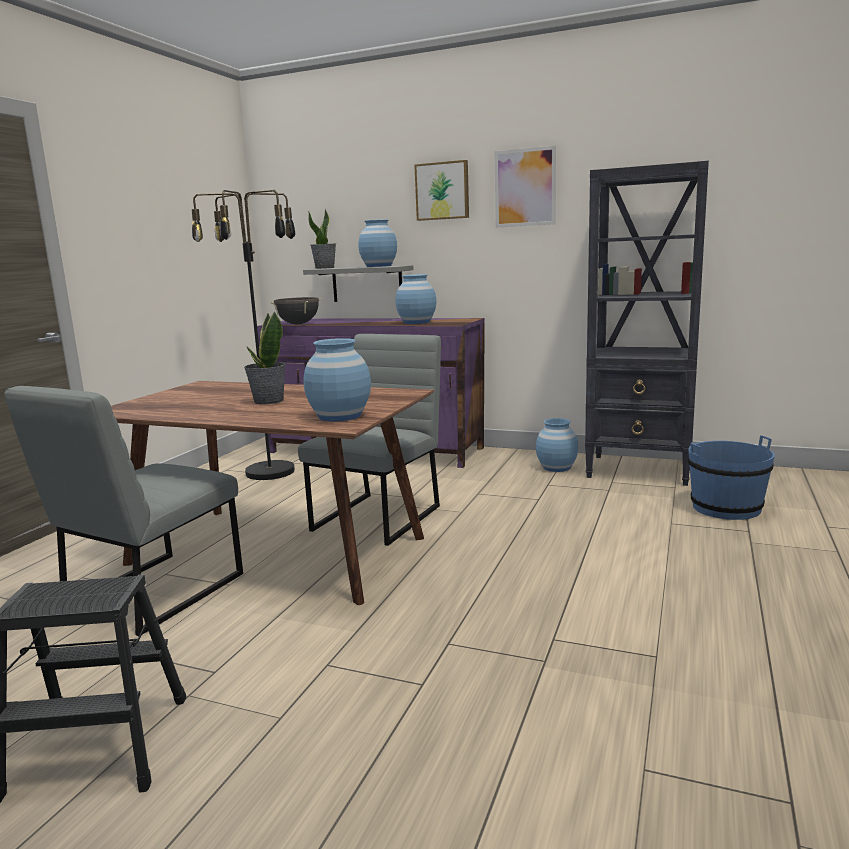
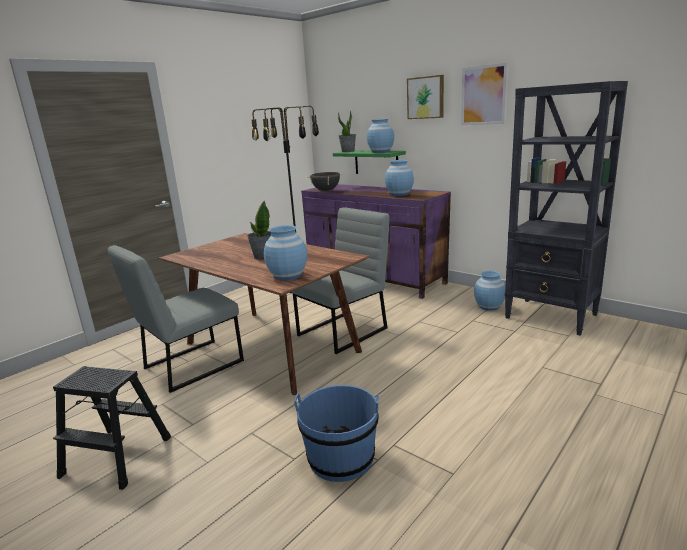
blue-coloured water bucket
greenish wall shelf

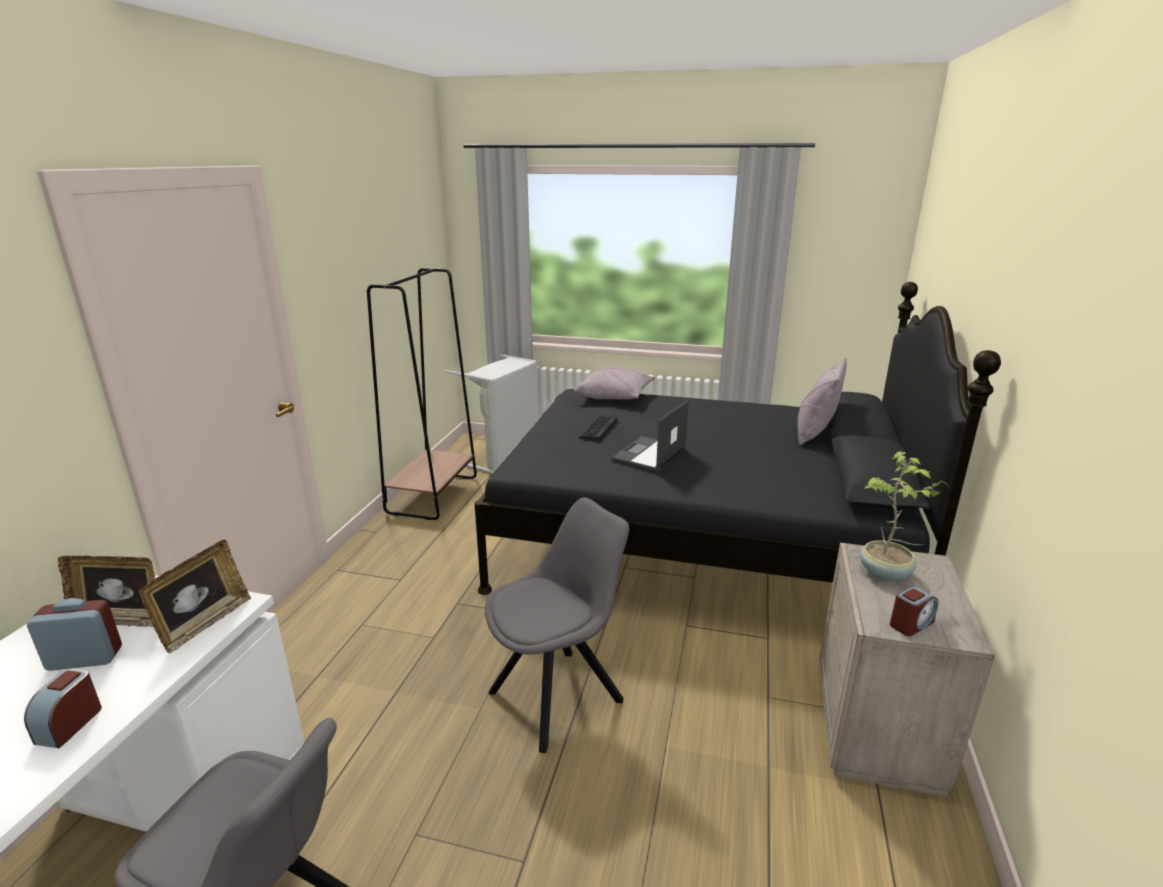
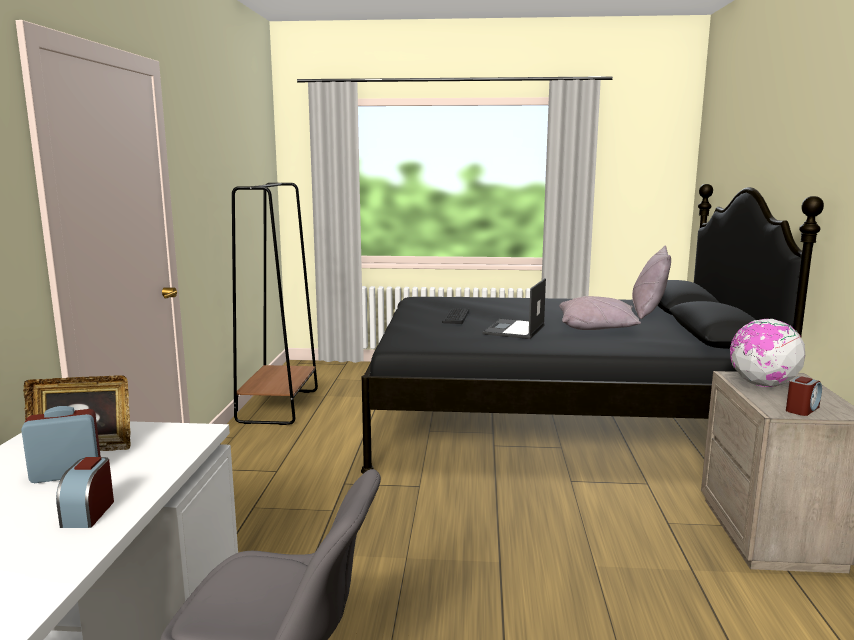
purplish throw pillow (no. 1 from left)
desk globe
photo frame (no. 2 from left in the first image)
greyish laundry basket
greyish chair (no. 2 from left in the first image)

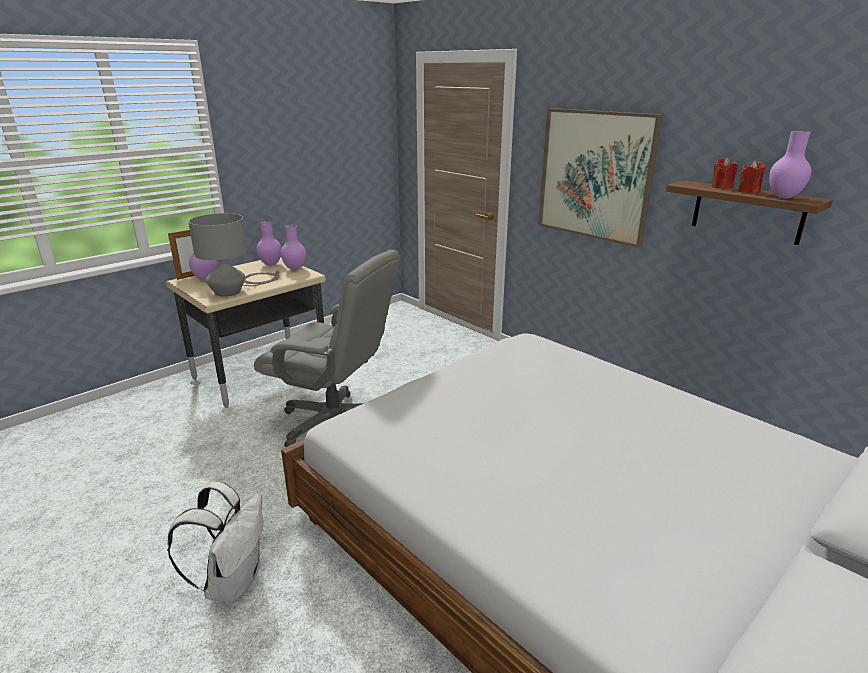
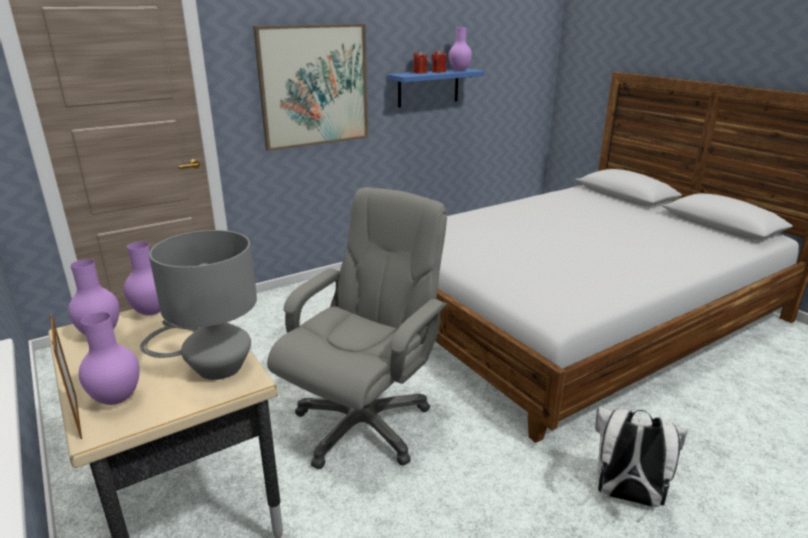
blue-coloured wall shelf

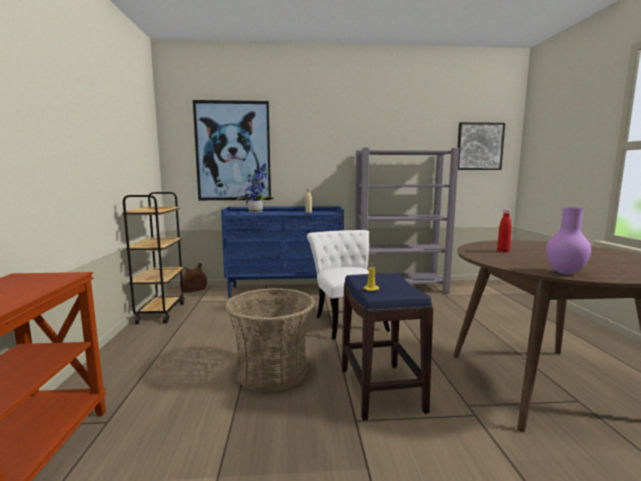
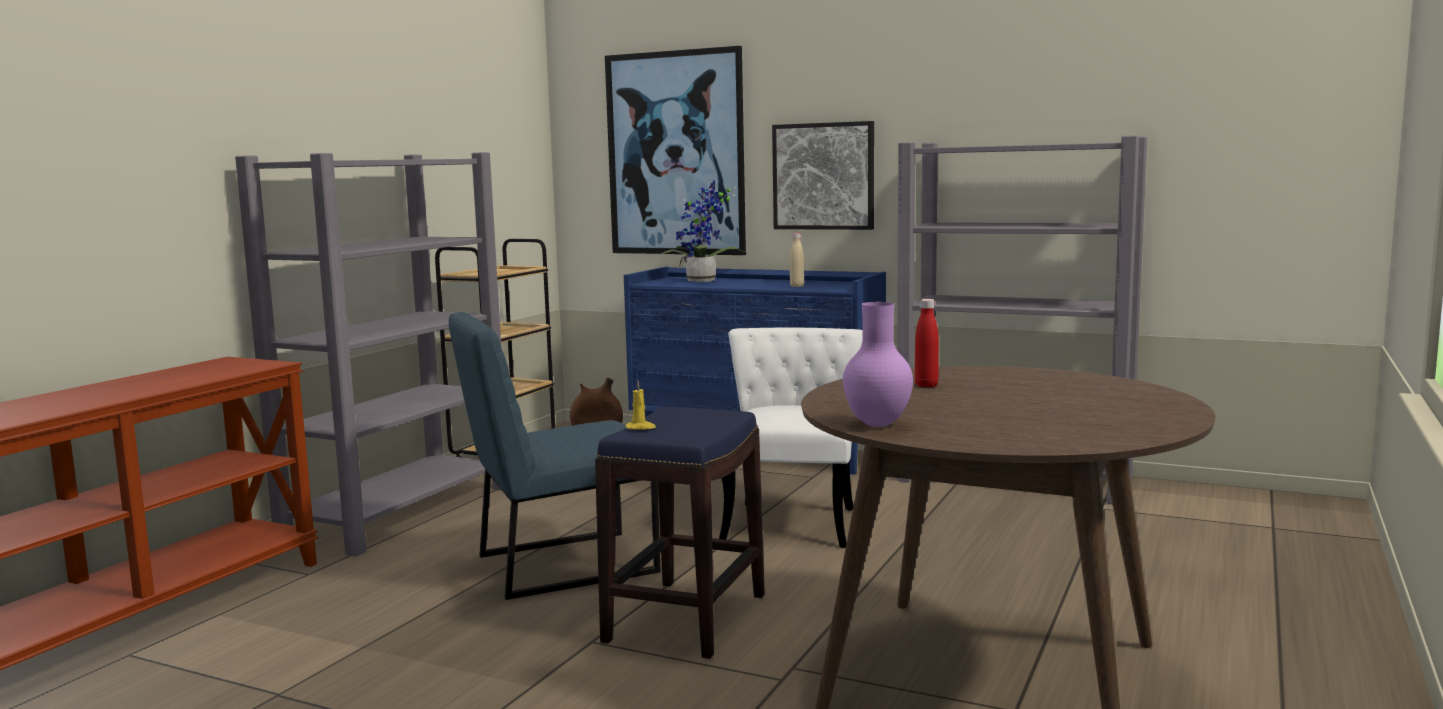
greyish shelving unit (no. 1 from left)
blue-coloured chair
wall art (no. 2 from left)

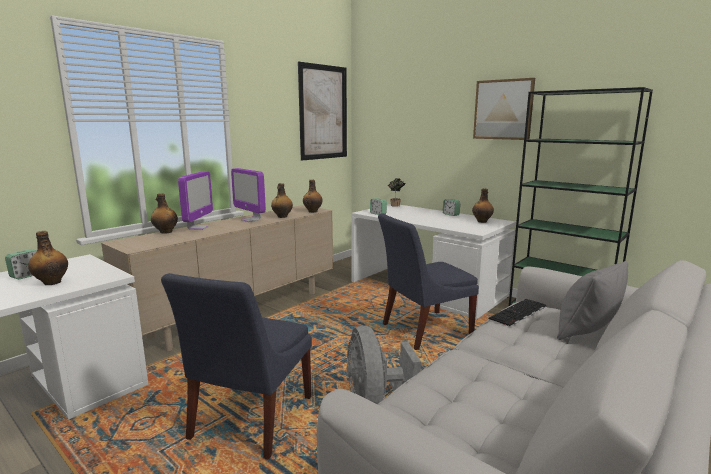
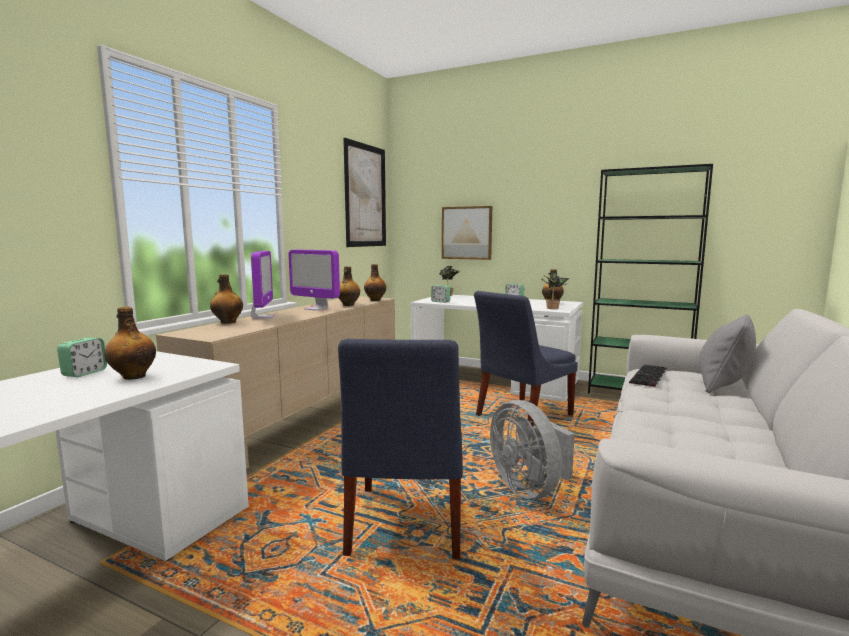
wall art (no. 2 from left)
plant in a pot (no. 2 from left)

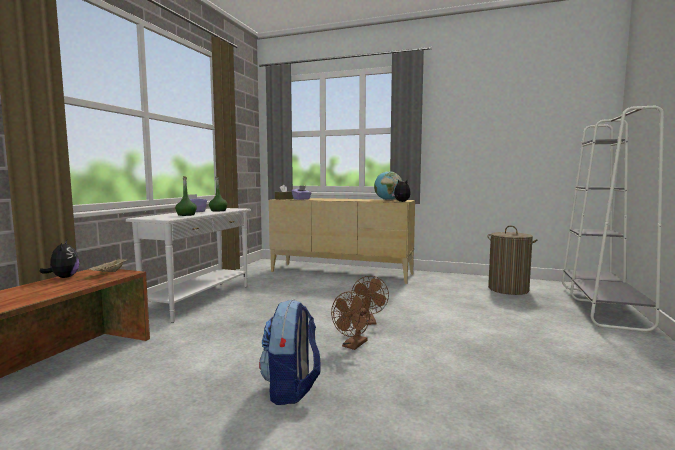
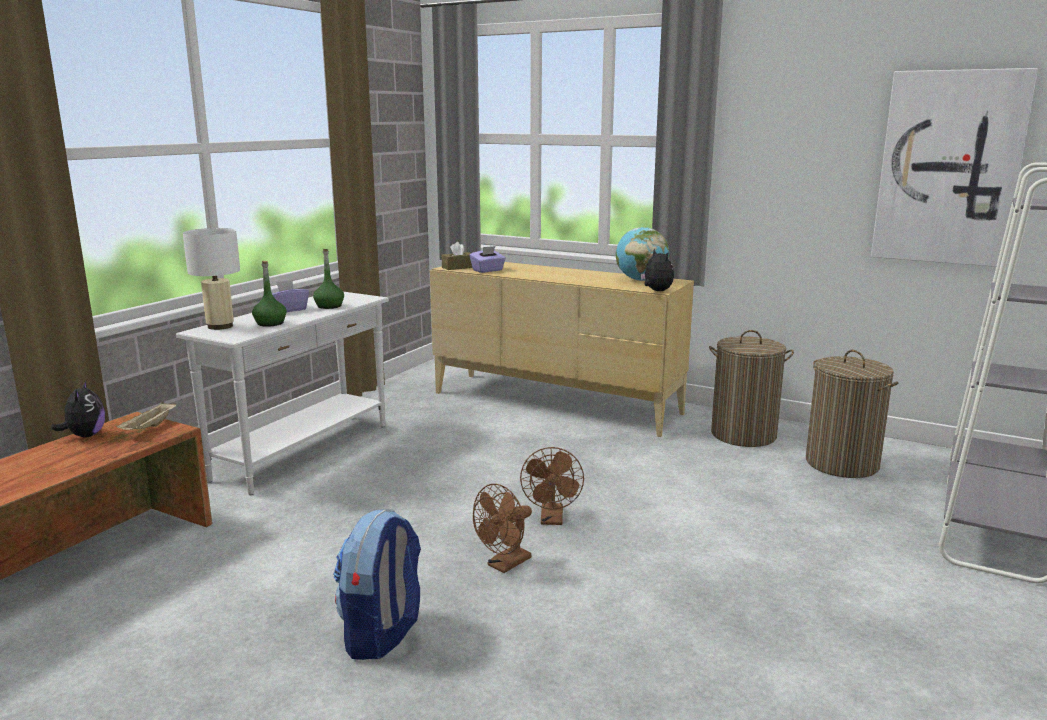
white-coloured table lamp
laundry basket (no. 1 from left)
wall art

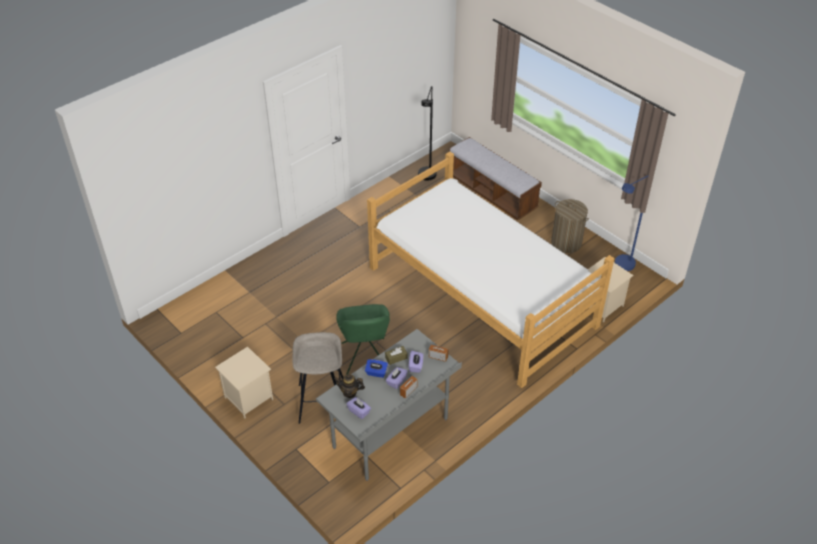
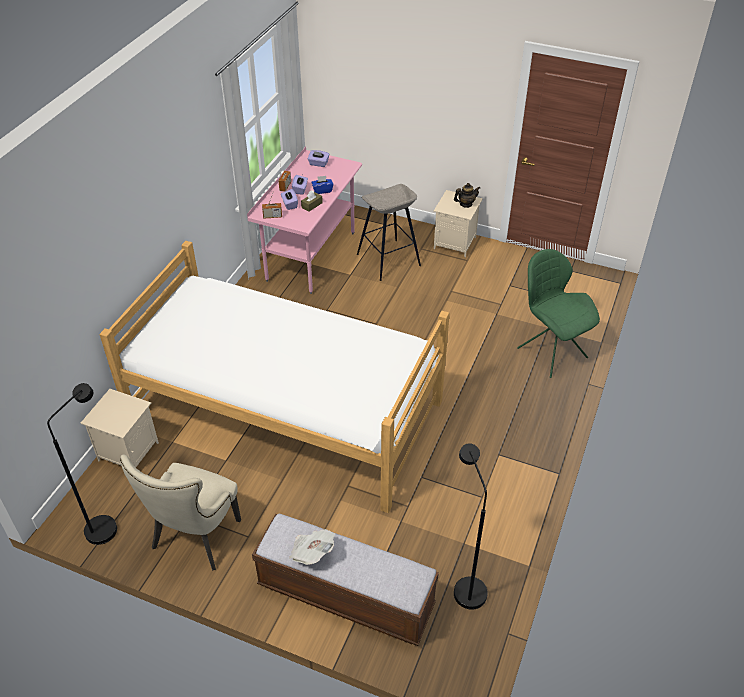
black standing lamp (no. 1 from left)
beige chair
pink-coloured desk unit
daily paper
tea pot
greenish chair

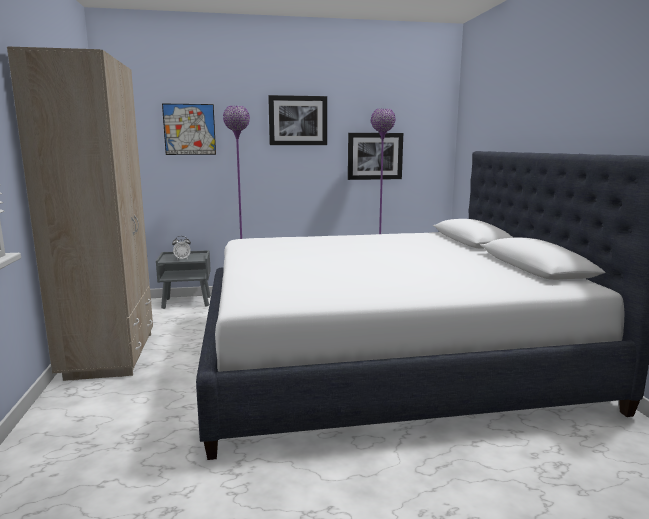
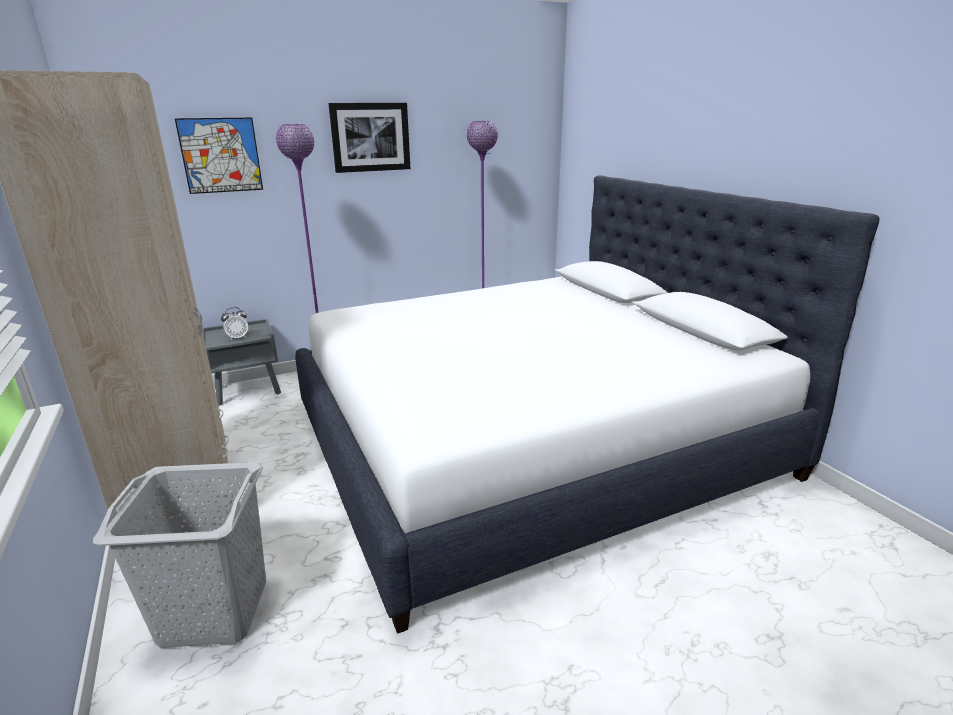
greyish laundry basket
wall art (no. 3 from left in the first image)

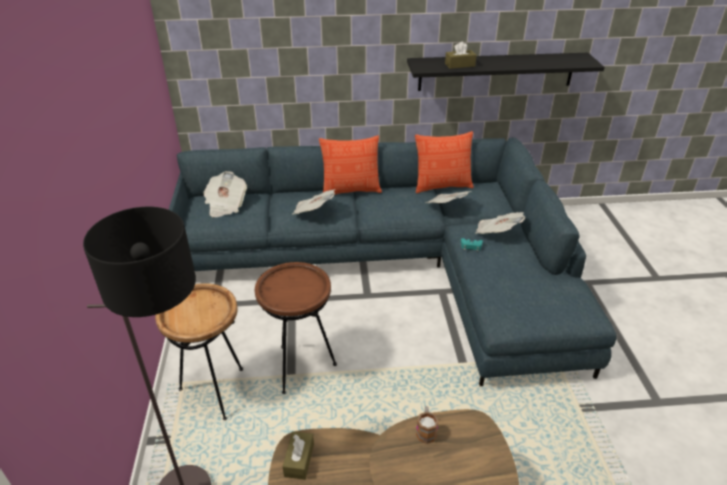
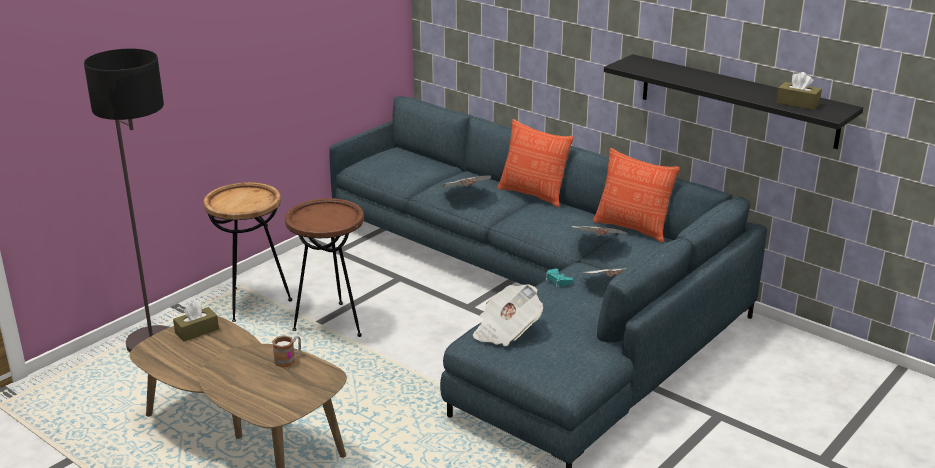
daily paper (no. 2 from left)
brown-coloured box of tissues (no. 2 from left)

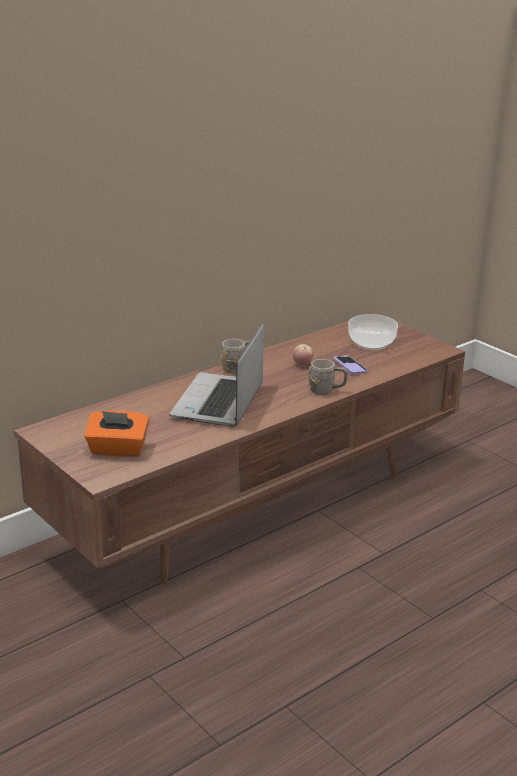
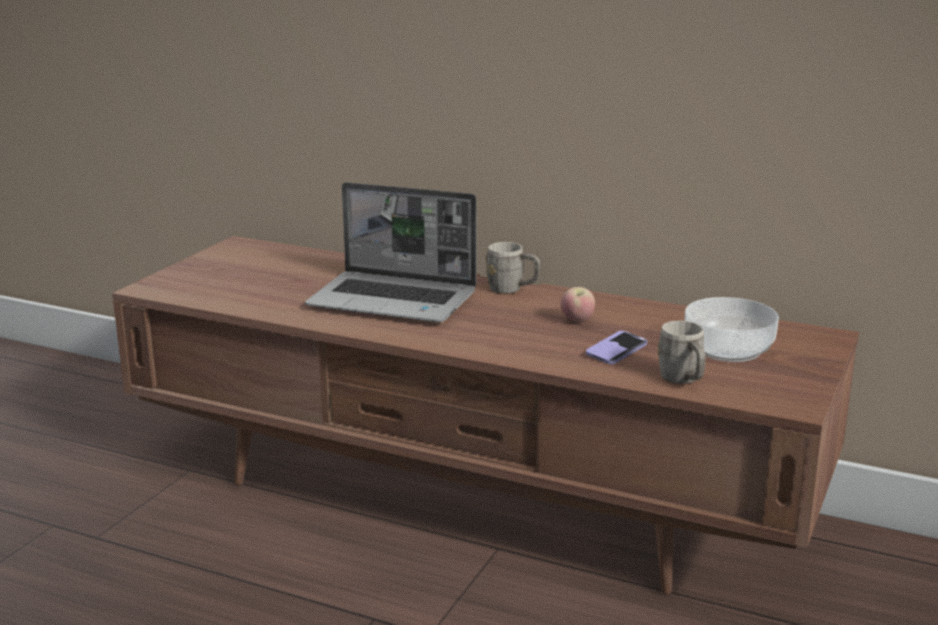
laptop
greyish coffee mug (no. 2 from left)
orange box of tissues

